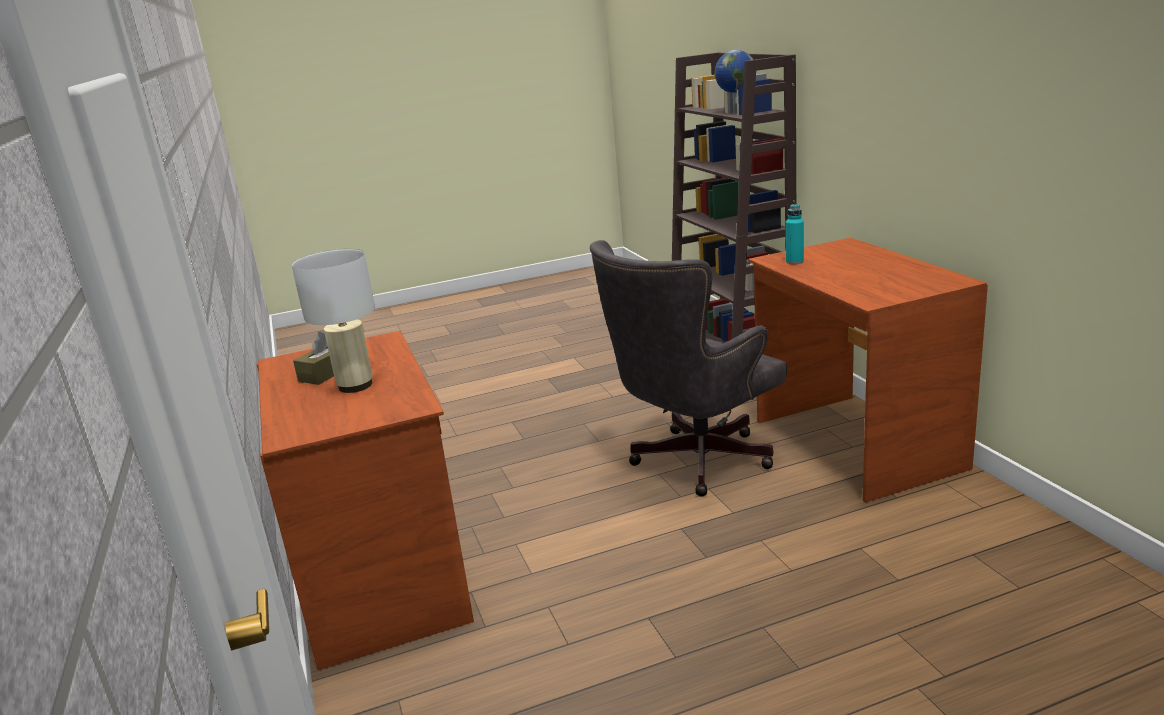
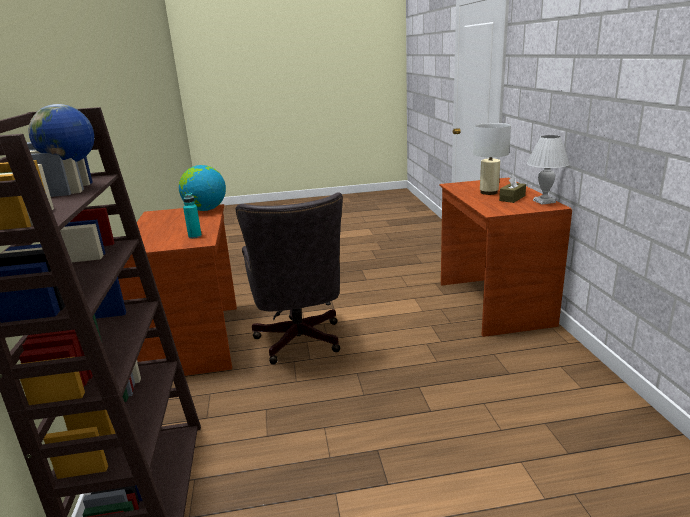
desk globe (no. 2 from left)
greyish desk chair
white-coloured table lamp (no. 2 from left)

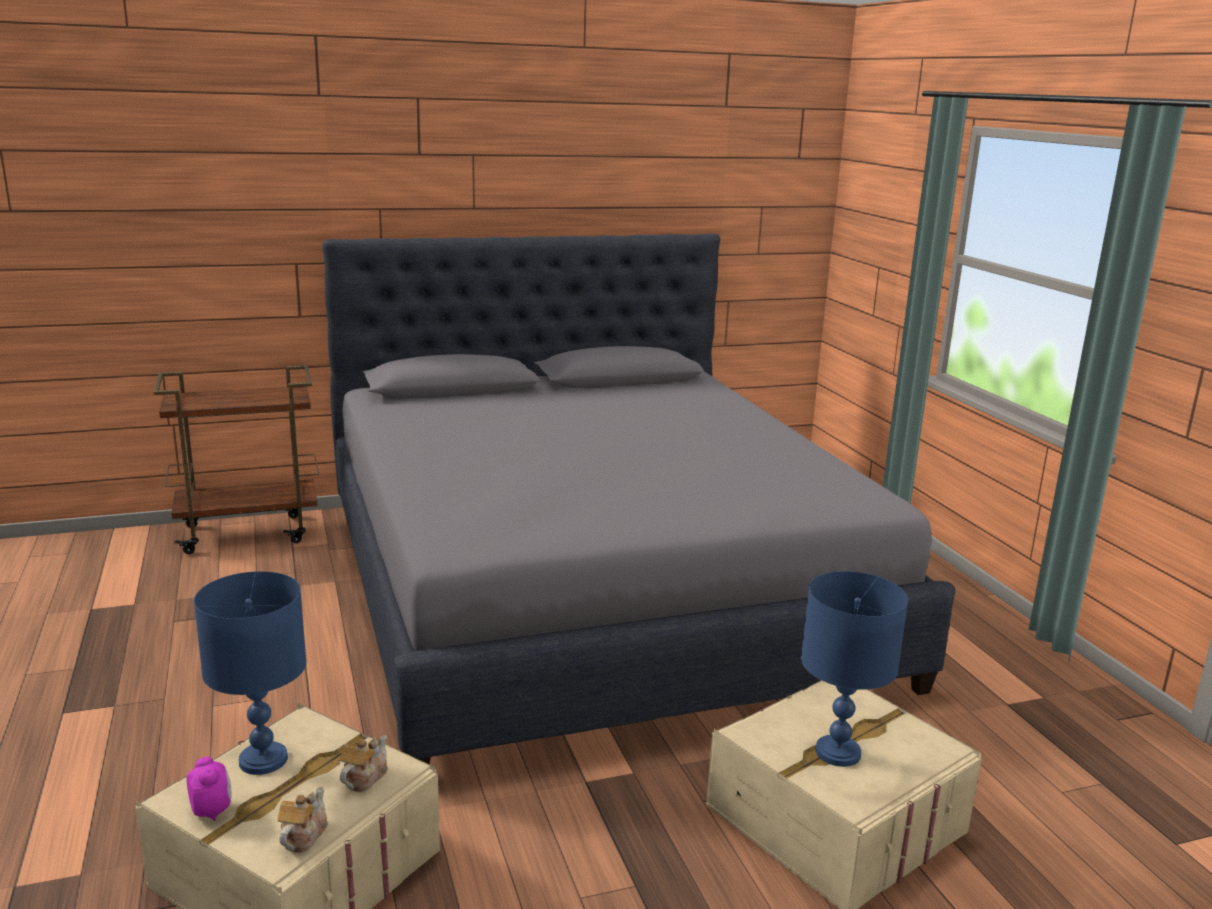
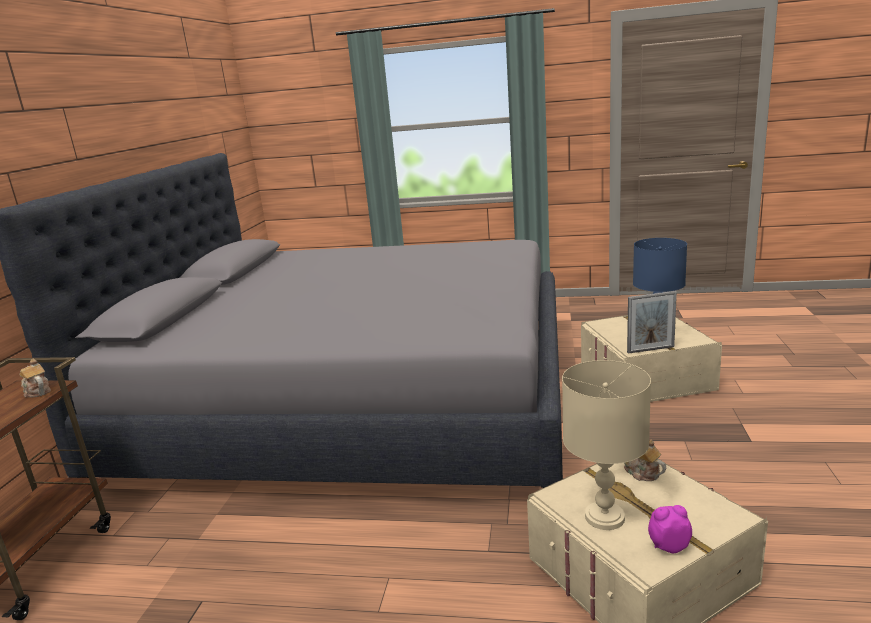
tea pot (no. 1 from left)
beige table lamp
photo frame

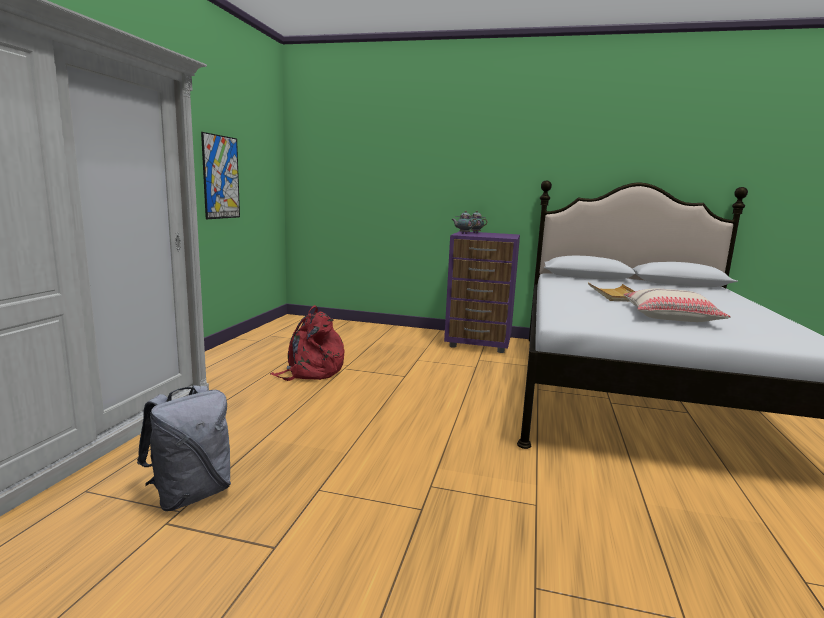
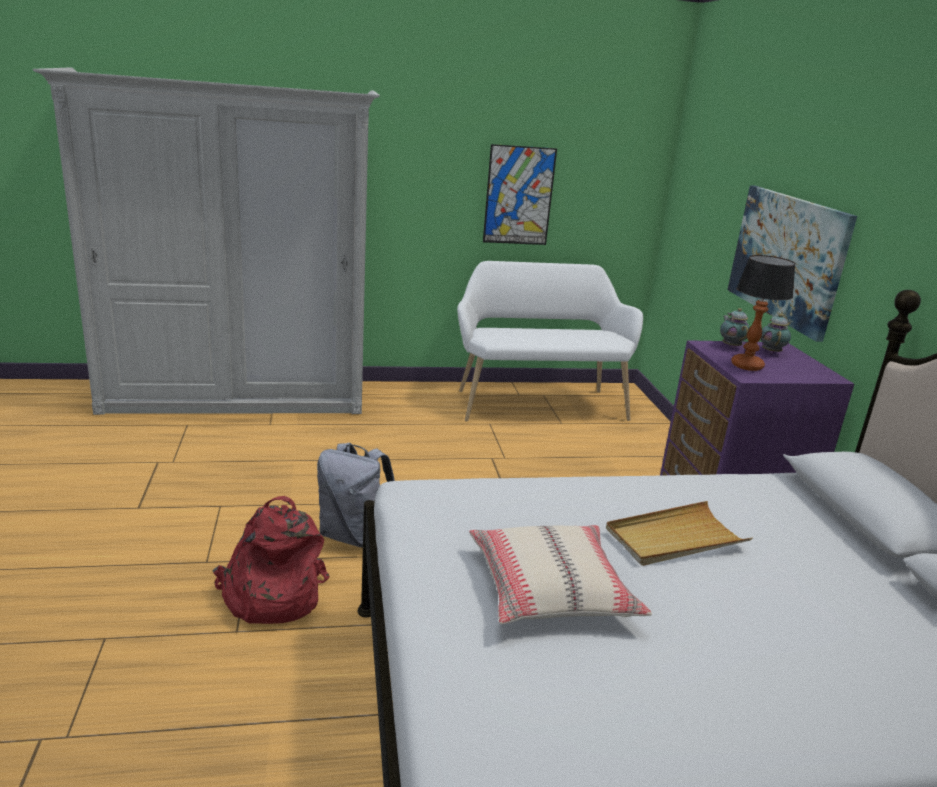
red rucksack
greyish rucksack
white-coloured long seat
wall art (no. 2 from left)
table lamp

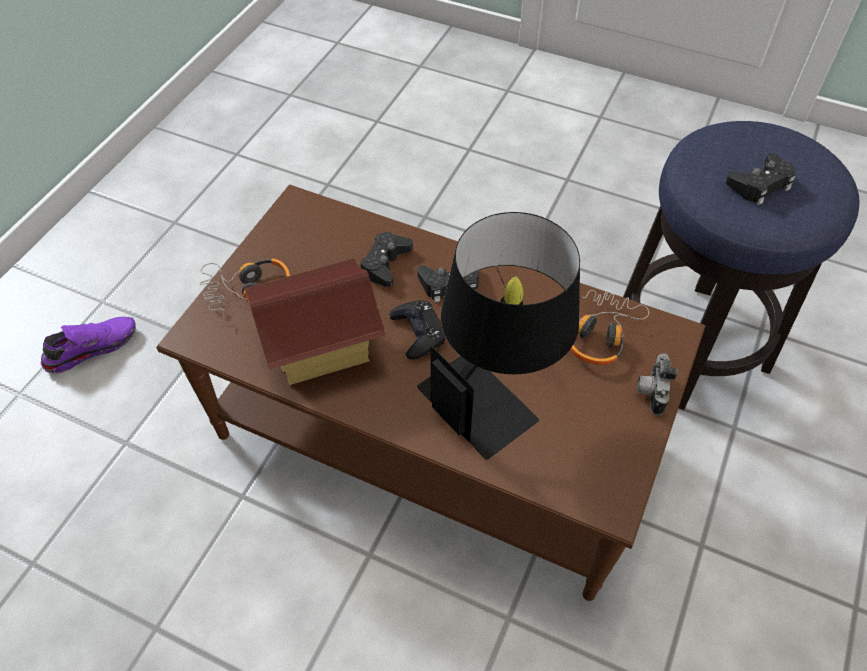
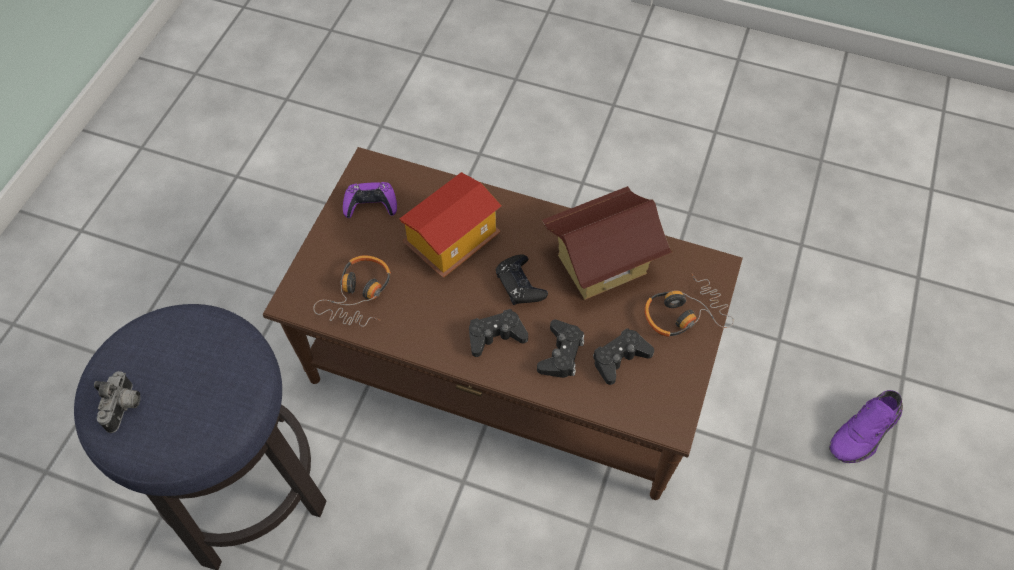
photo camera
purplish gamepad
toy house (no. 1 from left)
black gamepad (no. 4 from left)

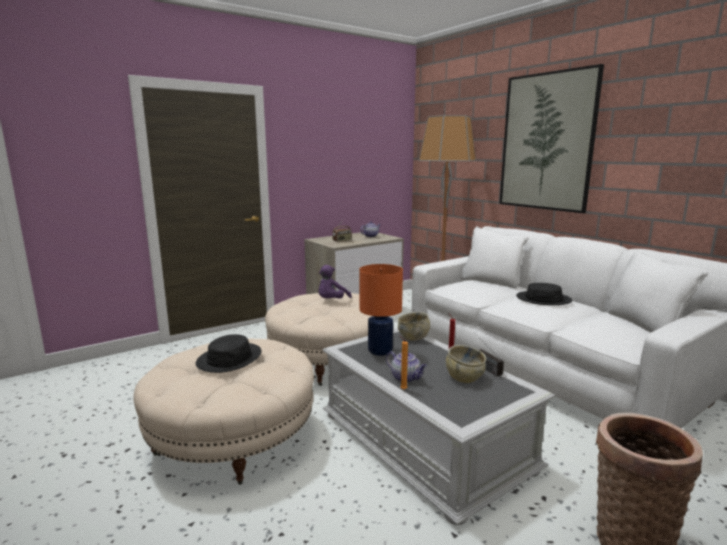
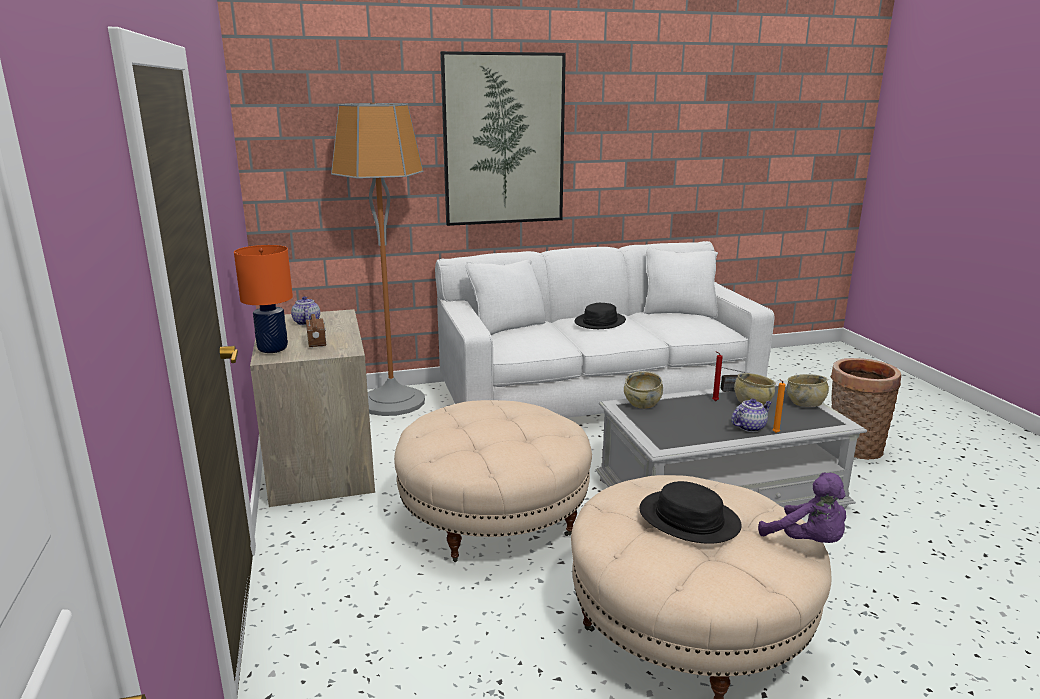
orange table lamp
purplish cuddly toy
beige serving bowl (no. 3 from left)

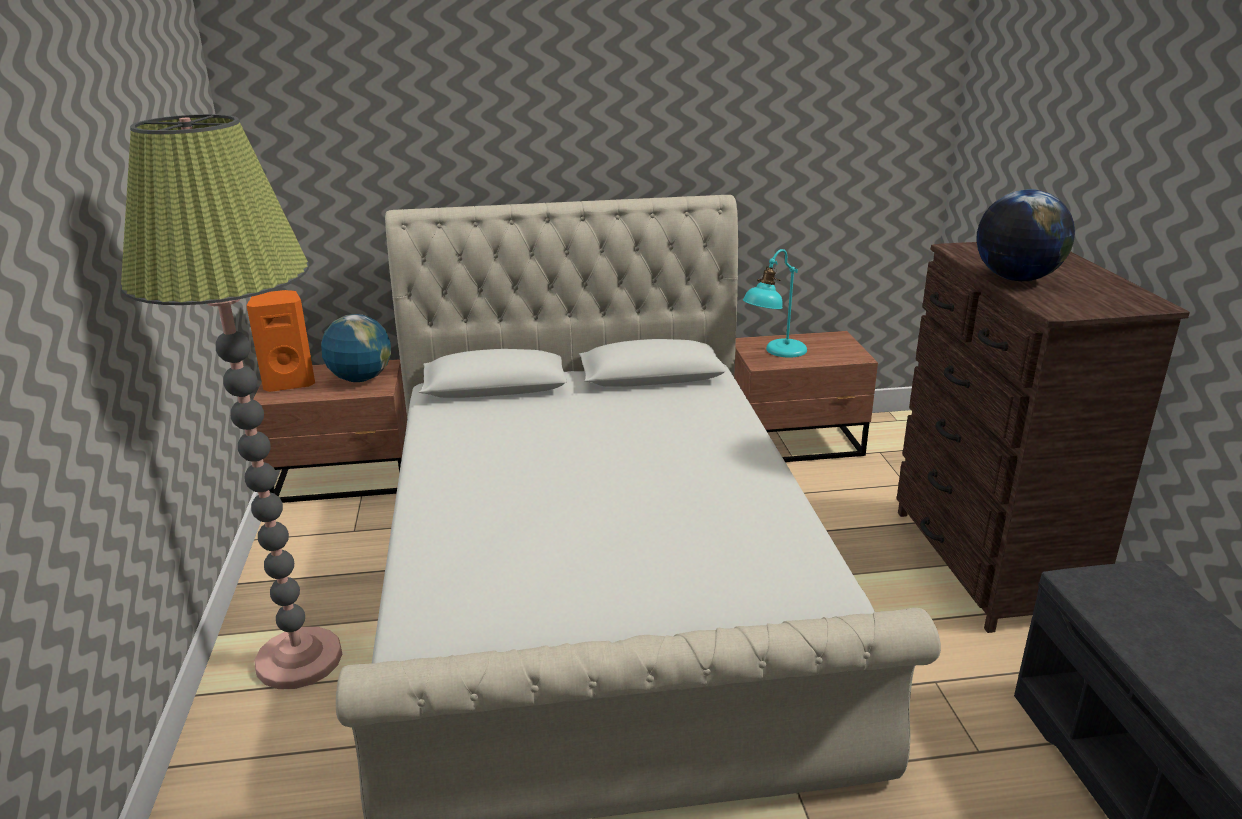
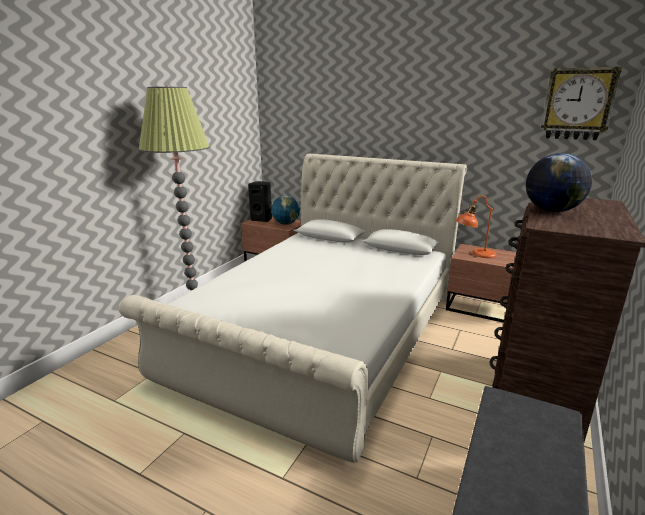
black loudspeaker
orange table lamp
hanging clock

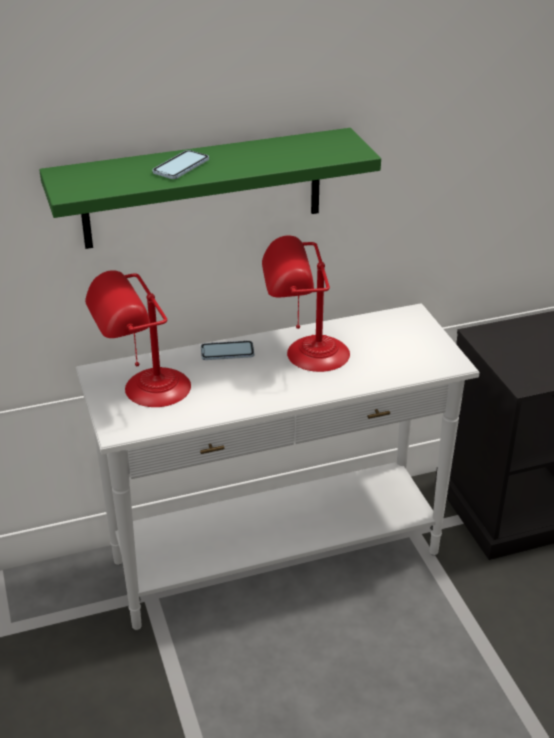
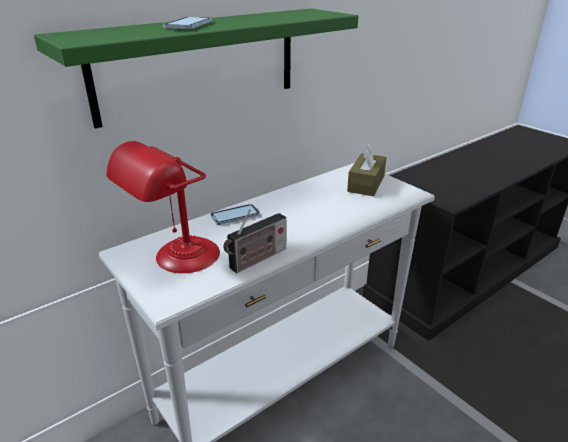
radio set
brown-coloured box of tissues
red table lamp (no. 2 from left in the first image)

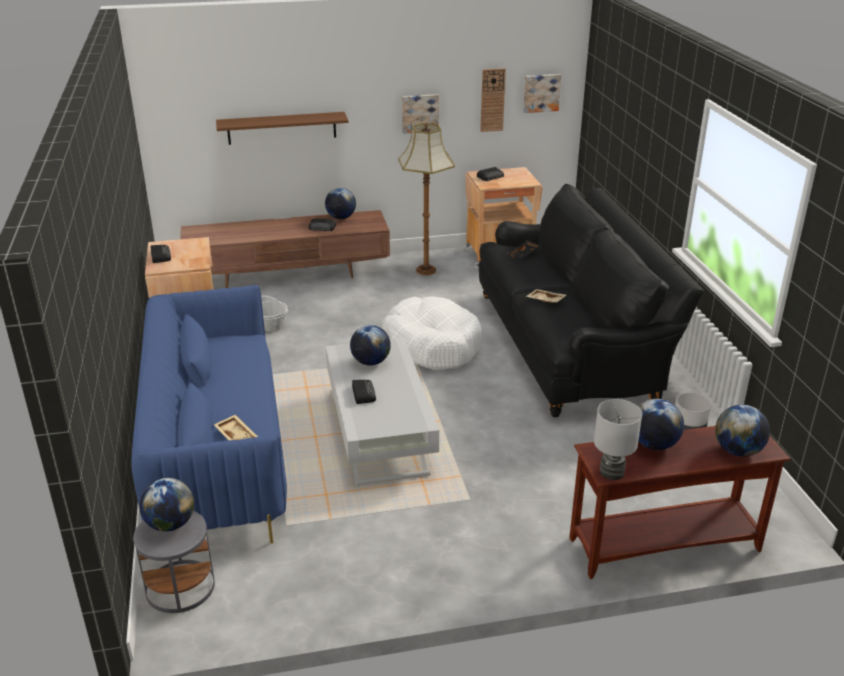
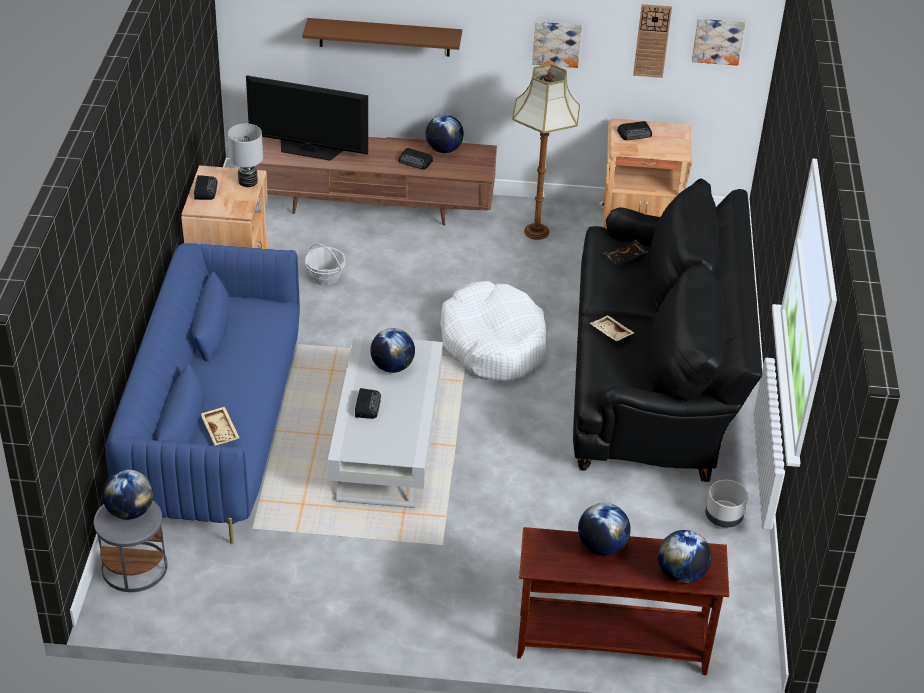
greyish table lamp
television

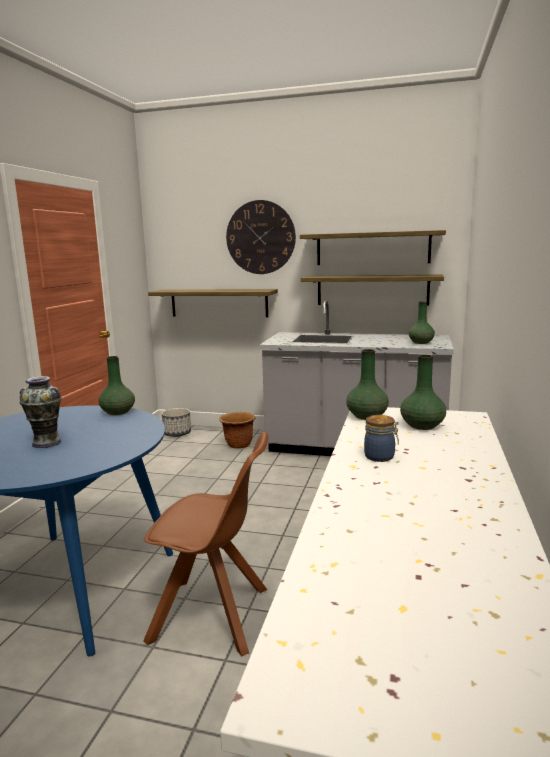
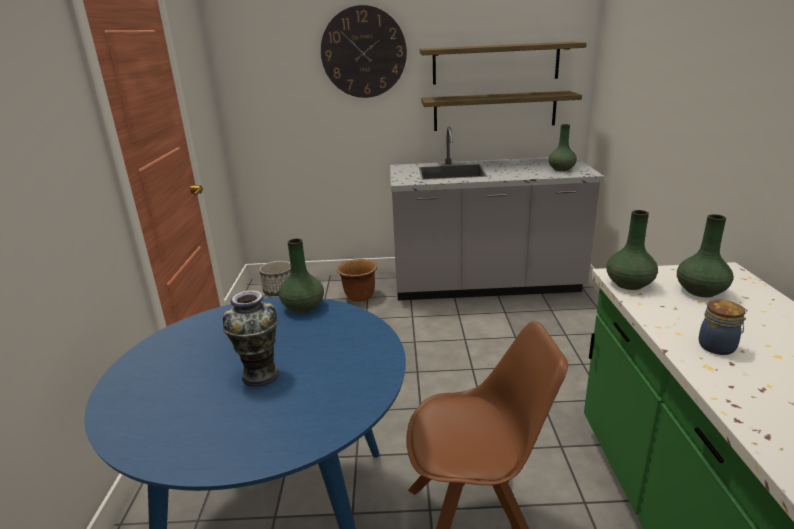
wall shelf (no. 1 from left in the first image)

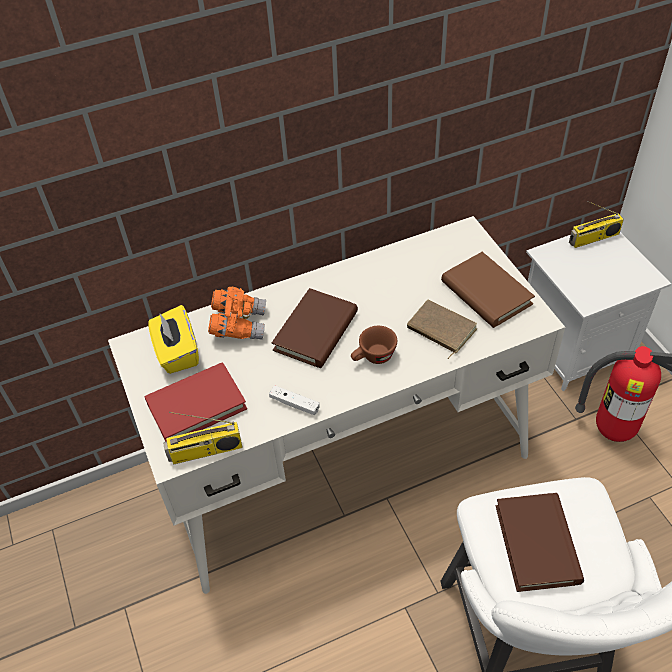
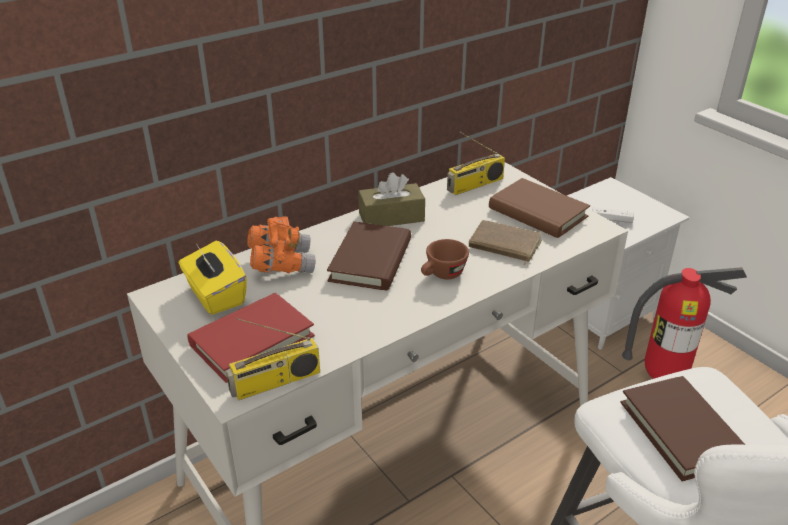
brown-coloured box of tissues
radio set (no. 2 from left)
white-coloured gamepad

